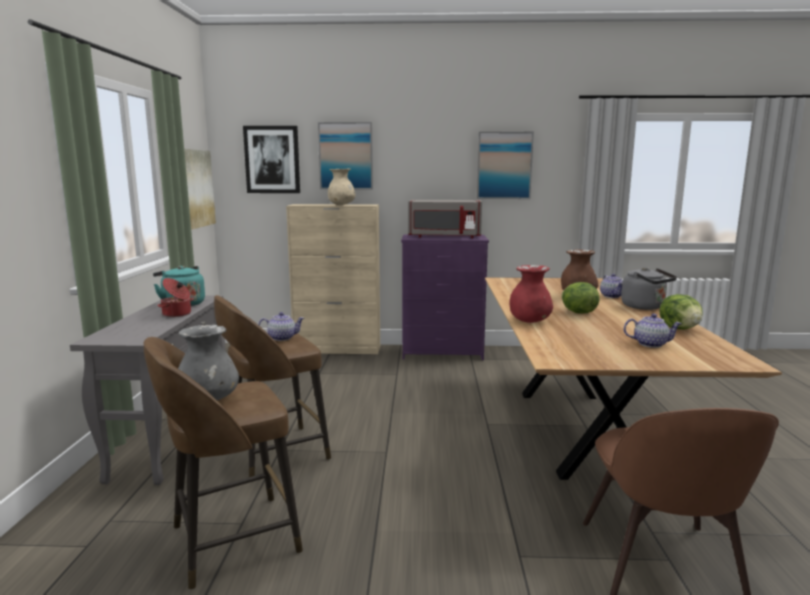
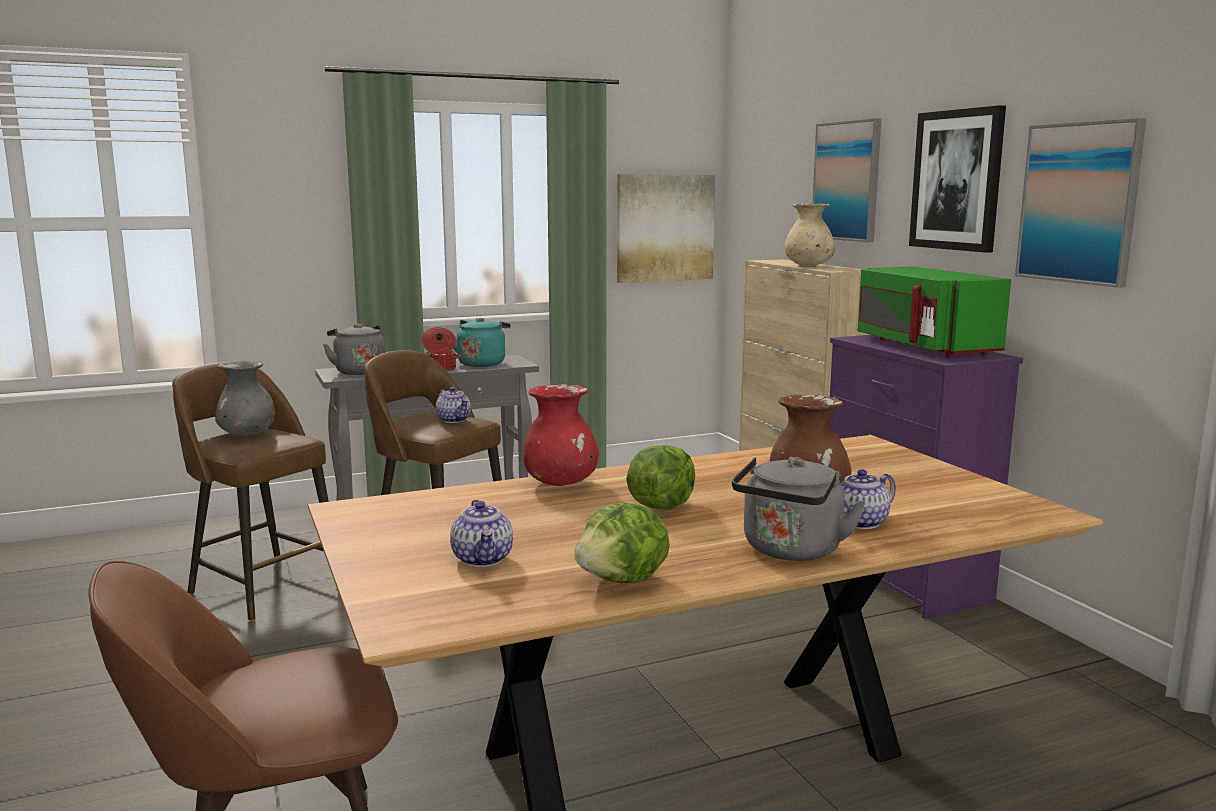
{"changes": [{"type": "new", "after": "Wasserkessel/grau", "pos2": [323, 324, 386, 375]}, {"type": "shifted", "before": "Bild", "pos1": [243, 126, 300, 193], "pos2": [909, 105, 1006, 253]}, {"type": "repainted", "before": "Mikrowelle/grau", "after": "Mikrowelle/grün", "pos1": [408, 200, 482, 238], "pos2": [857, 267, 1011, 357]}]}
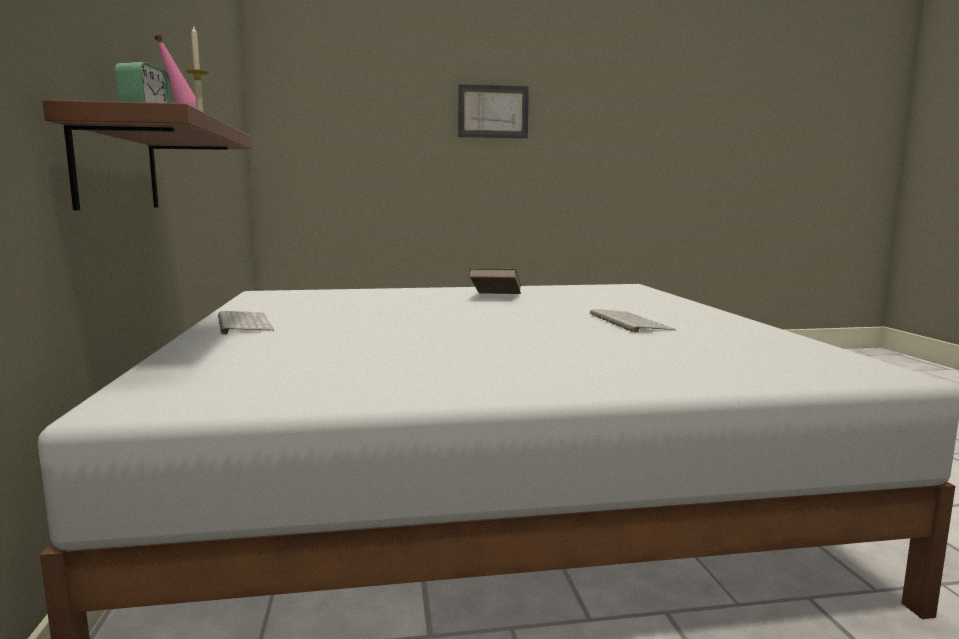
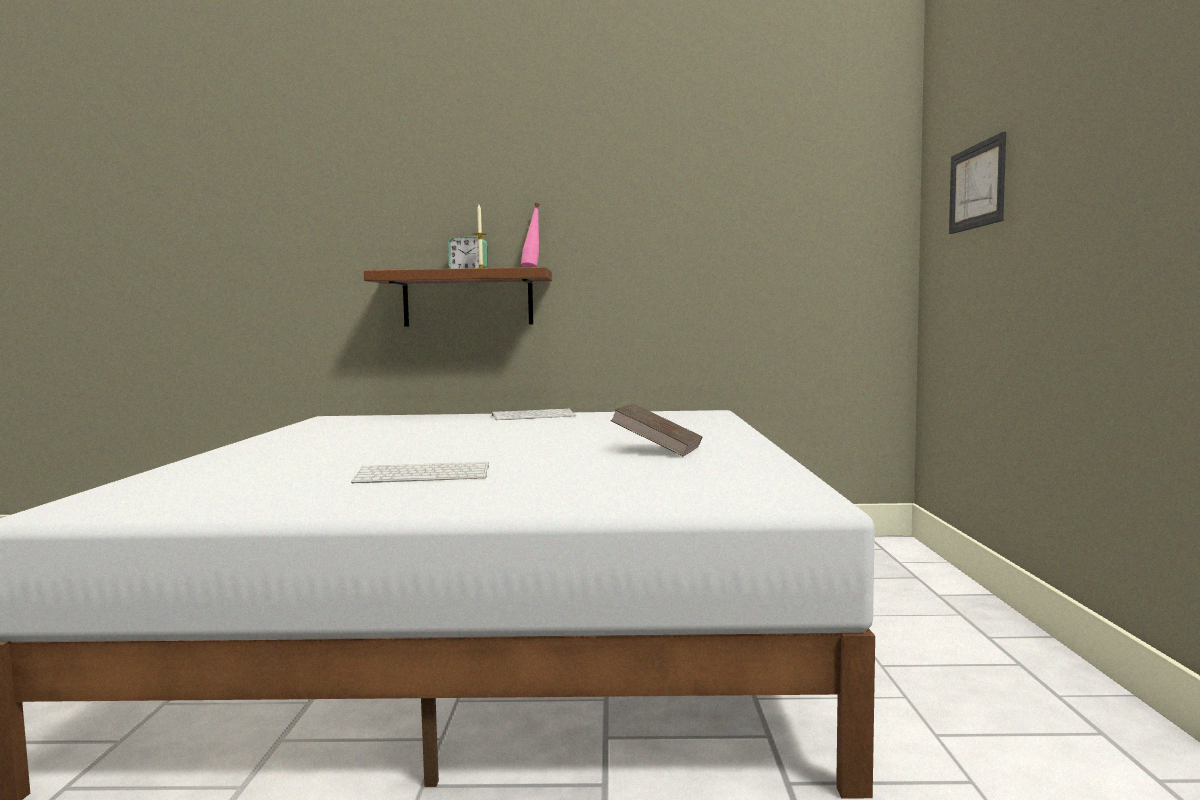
{"changes": [{"type": "shifted", "before": "Bild", "pos1": [458, 84, 529, 138], "pos2": [949, 132, 1006, 234]}]}
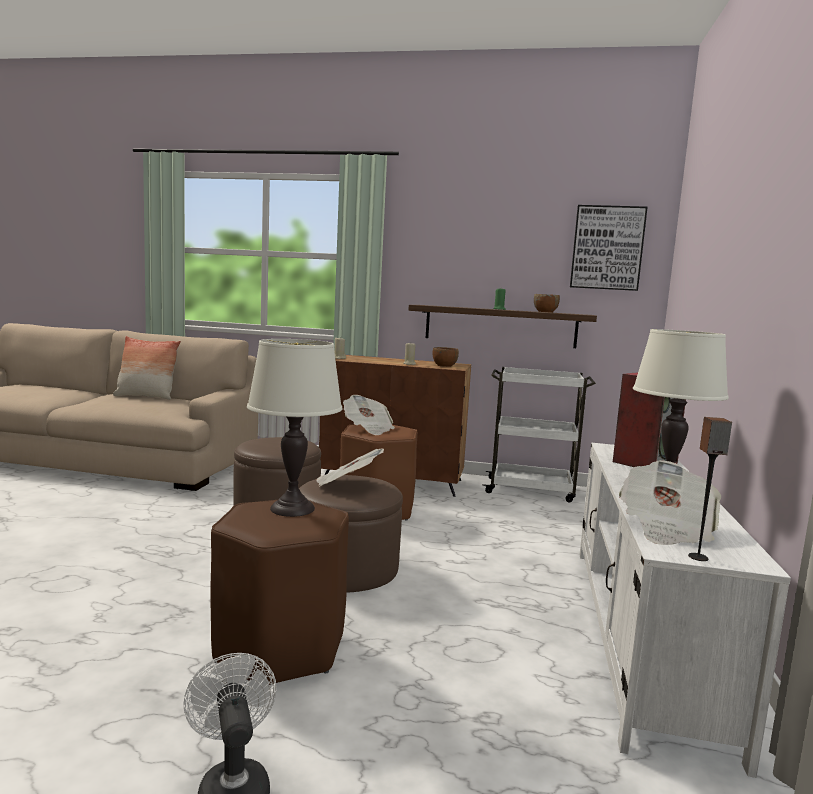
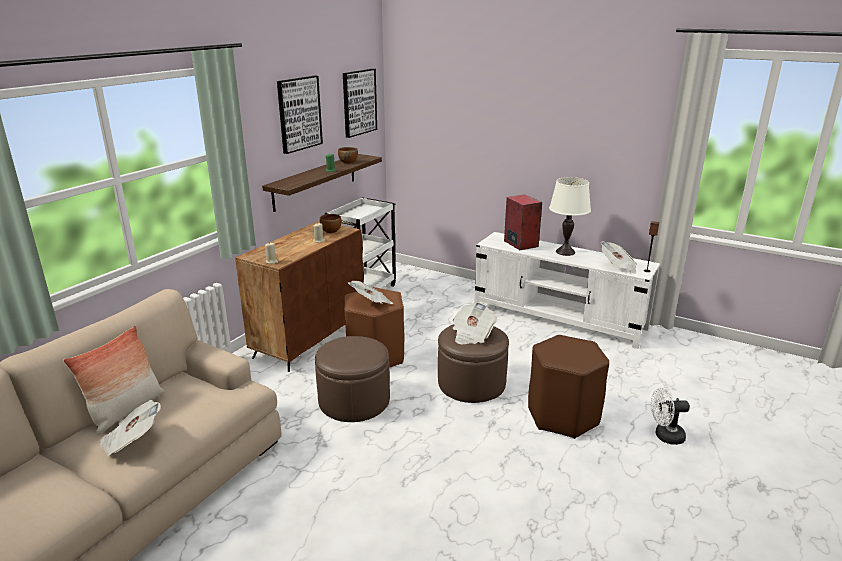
{"changes": [{"type": "gone", "before": "Tischlampe/weiß", "pos1": [247, 339, 343, 517]}, {"type": "new", "after": "Zeitung", "pos2": [100, 400, 161, 457]}, {"type": "new", "after": "Bild", "pos2": [277, 76, 323, 154]}]}
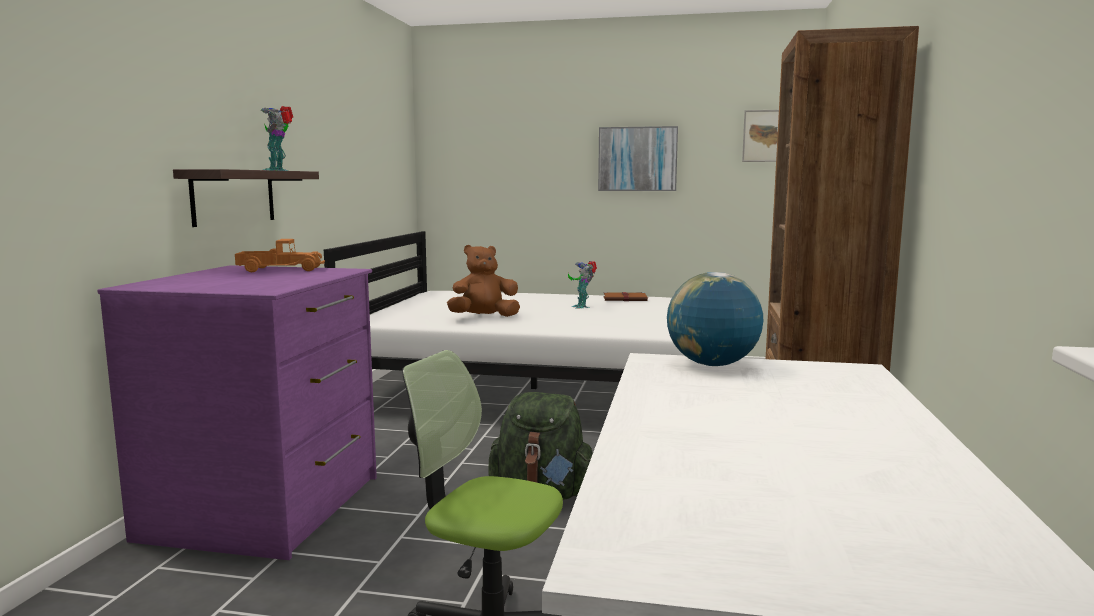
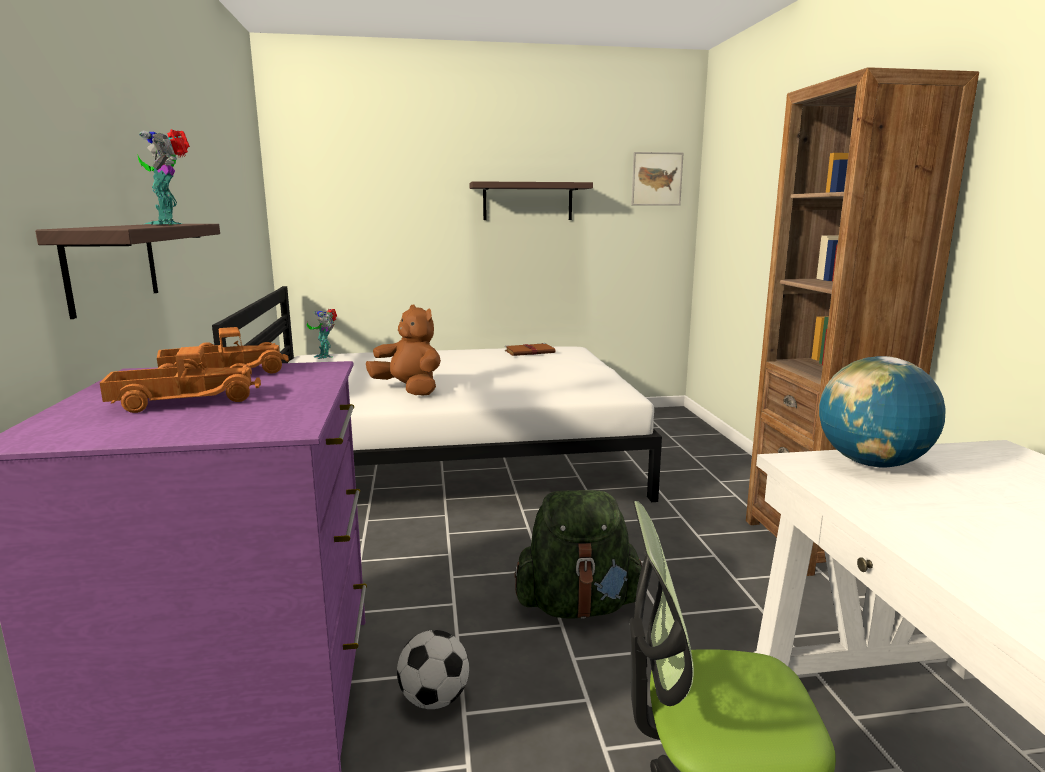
{"changes": [{"type": "new", "after": "Spielzeuglaster", "pos2": [100, 346, 261, 413]}, {"type": "new", "after": "Fußball", "pos2": [397, 630, 469, 709]}, {"type": "shifted", "before": "Spielzeugroboter", "pos1": [568, 261, 597, 309], "pos2": [307, 309, 337, 359]}, {"type": "swapped", "before": "Bild", "after": "Wandregal", "pos1": [598, 126, 678, 191], "pos2": [469, 181, 593, 220]}, {"type": "rotated", "before": "Plüschtier/braun", "pos1": [447, 245, 520, 317], "pos2": [366, 304, 441, 396], "turn": 75}]}
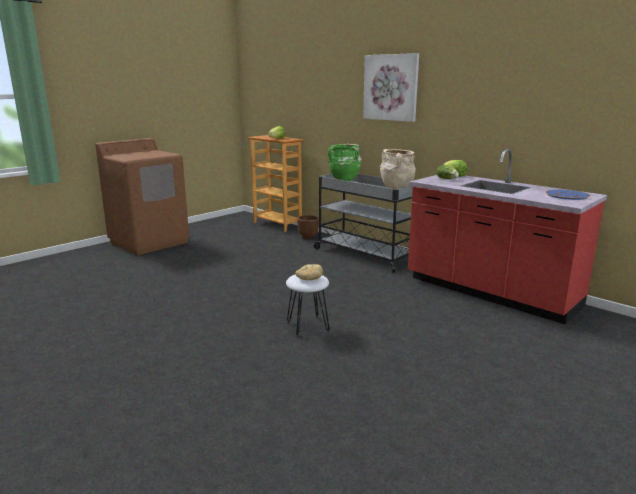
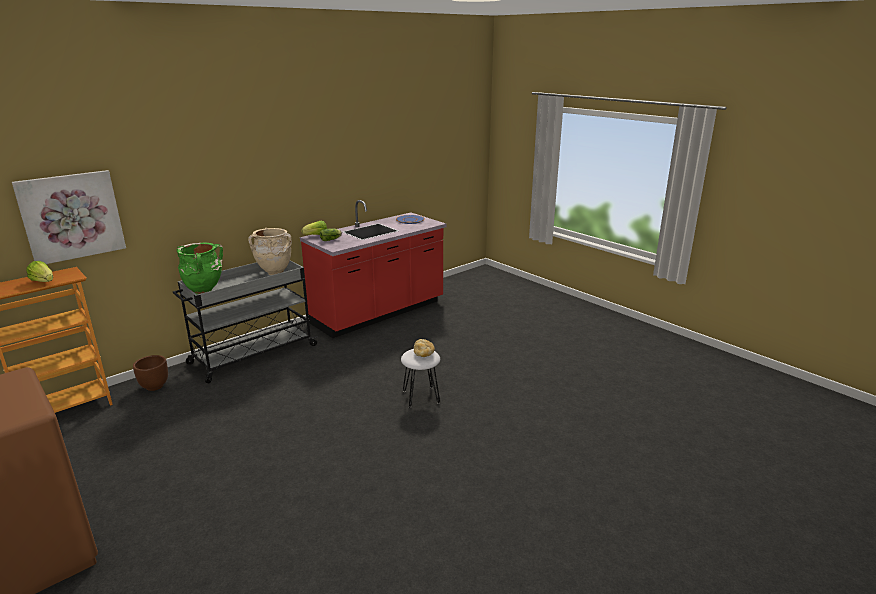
{"changes": [{"type": "shifted", "before": "Bild", "pos1": [363, 53, 419, 122], "pos2": [12, 170, 126, 264]}]}
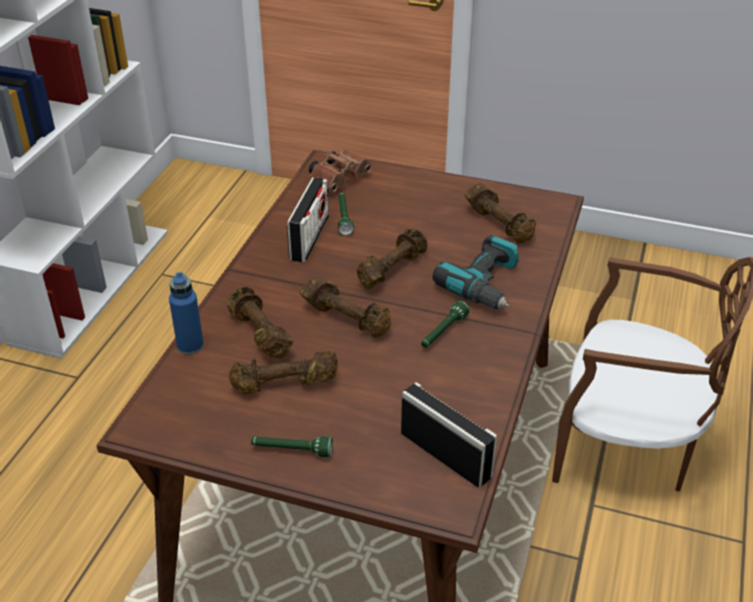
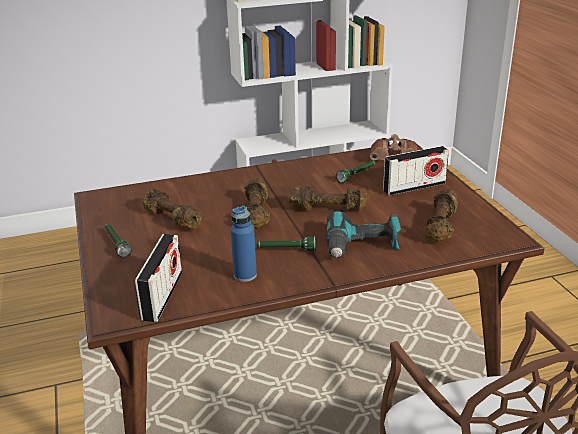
{"changes": [{"type": "gone", "before": "Hantel/braun", "pos1": [226, 287, 293, 358]}, {"type": "shifted", "before": "Flasche/blau", "pos1": [169, 272, 204, 355], "pos2": [230, 206, 257, 282]}, {"type": "shifted", "before": "Radio", "pos1": [287, 177, 329, 262], "pos2": [383, 146, 449, 196]}]}
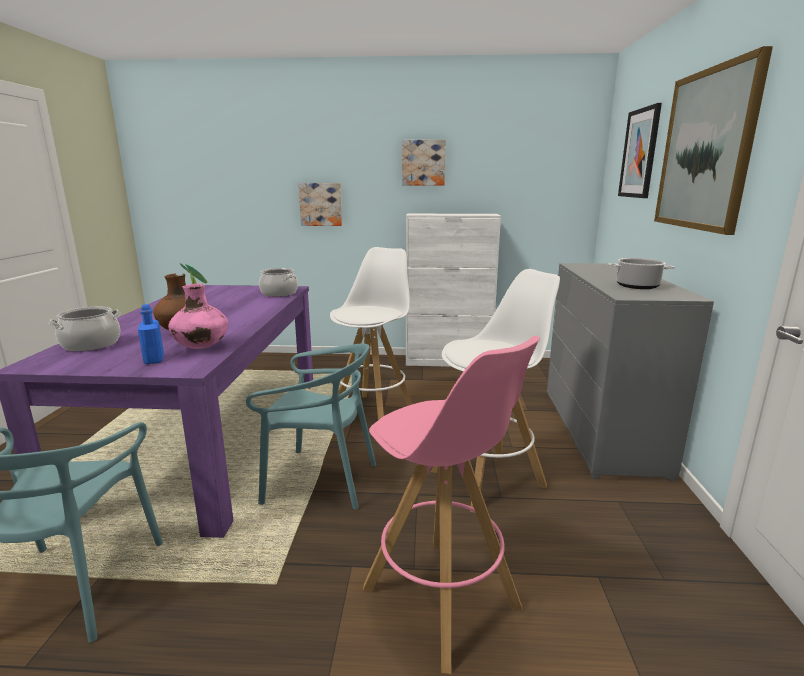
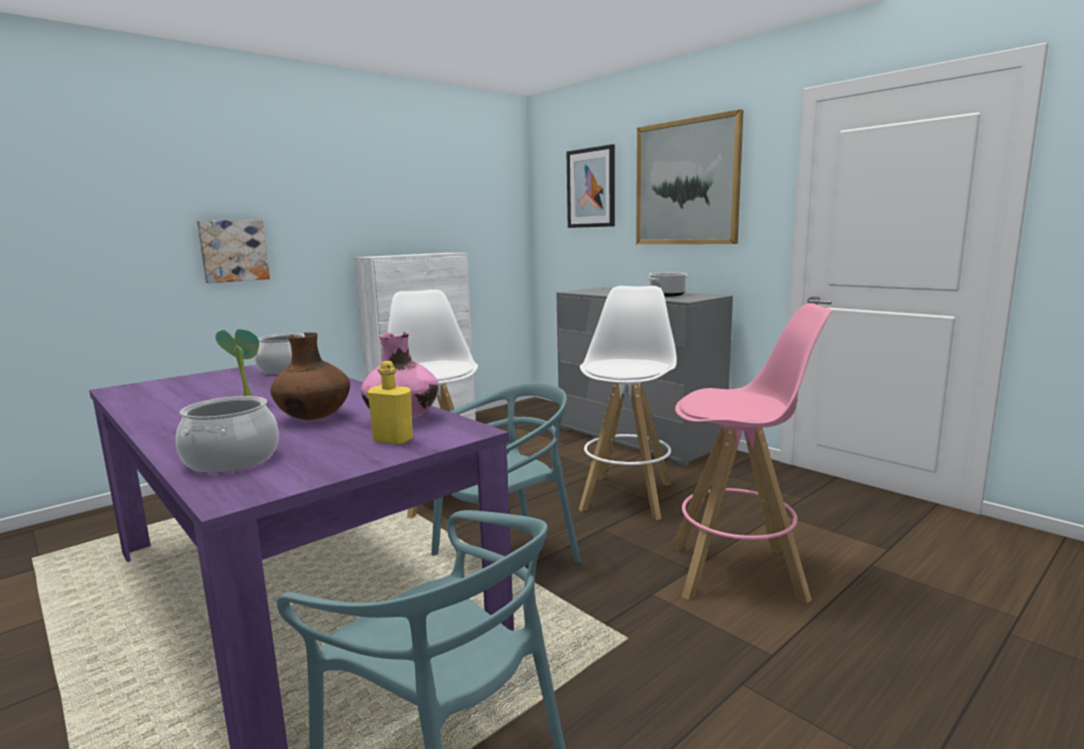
{"changes": [{"type": "gone", "before": "Bild", "pos1": [402, 140, 446, 185]}, {"type": "repainted", "before": "Flasche/blau", "after": "Flasche/gelb", "pos1": [138, 304, 164, 364], "pos2": [368, 361, 413, 445]}]}
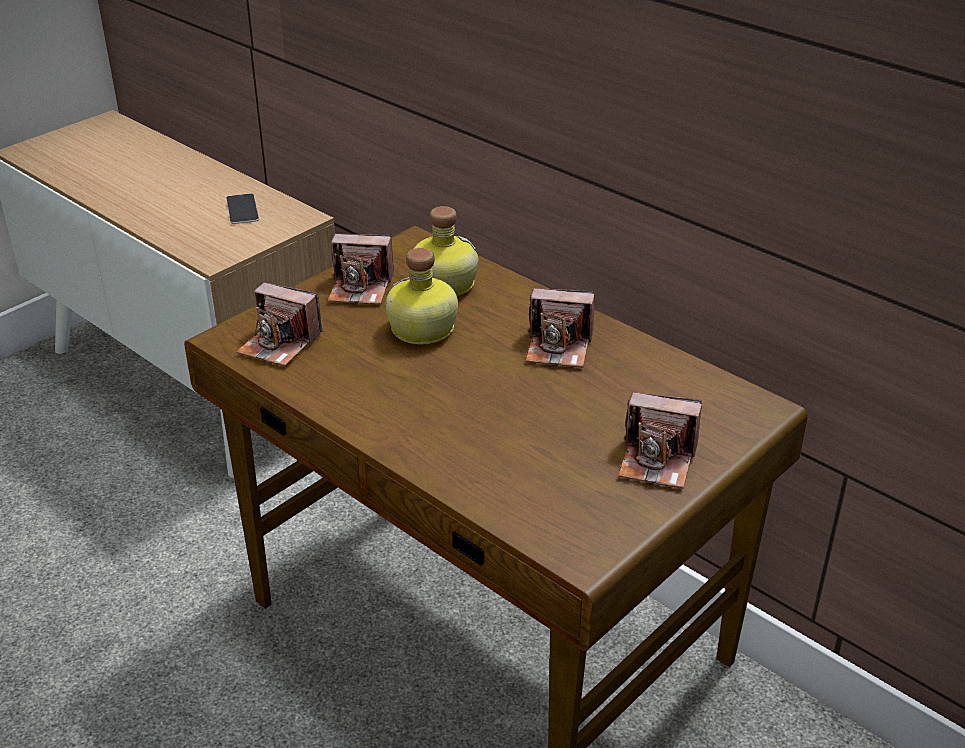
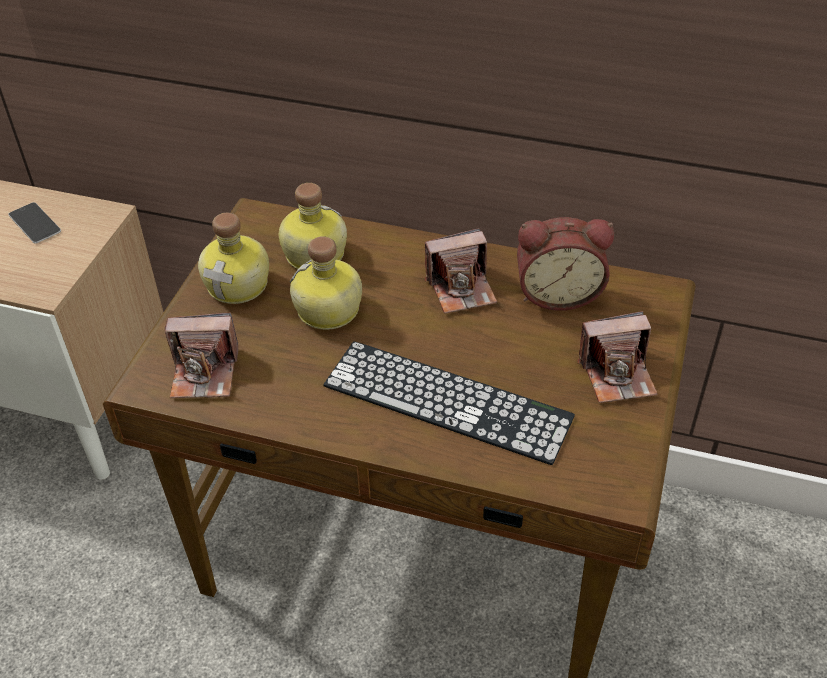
{"changes": [{"type": "new", "after": "Tastatur", "pos2": [323, 341, 575, 465]}, {"type": "new", "after": "Wecker", "pos2": [517, 217, 614, 311]}, {"type": "swapped", "before": "Kamera", "after": "Flasche", "pos1": [328, 234, 394, 305], "pos2": [198, 212, 269, 304]}]}
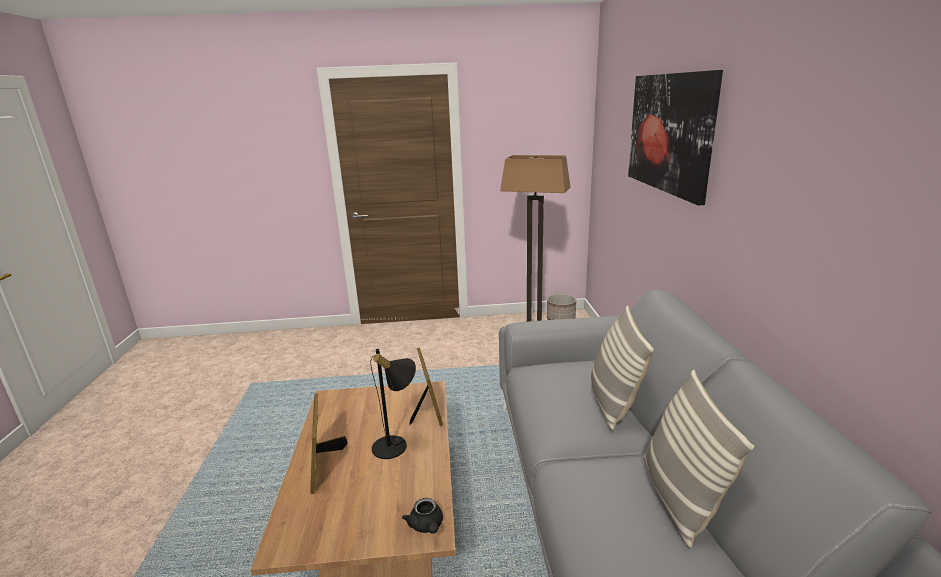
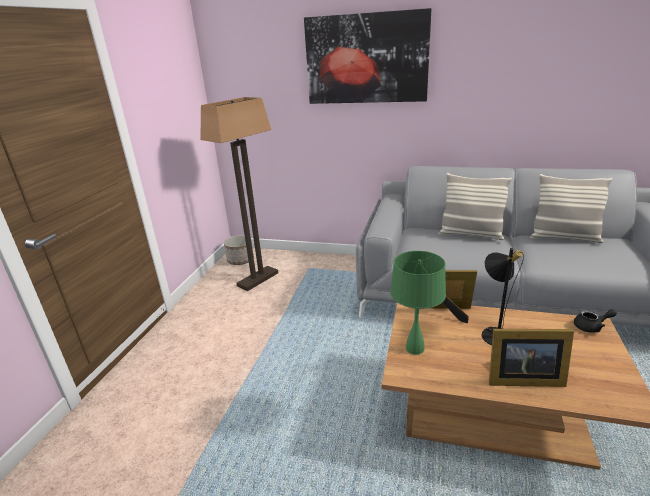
{"changes": [{"type": "new", "after": "Tischlampe/grün", "pos2": [390, 251, 446, 355]}]}
